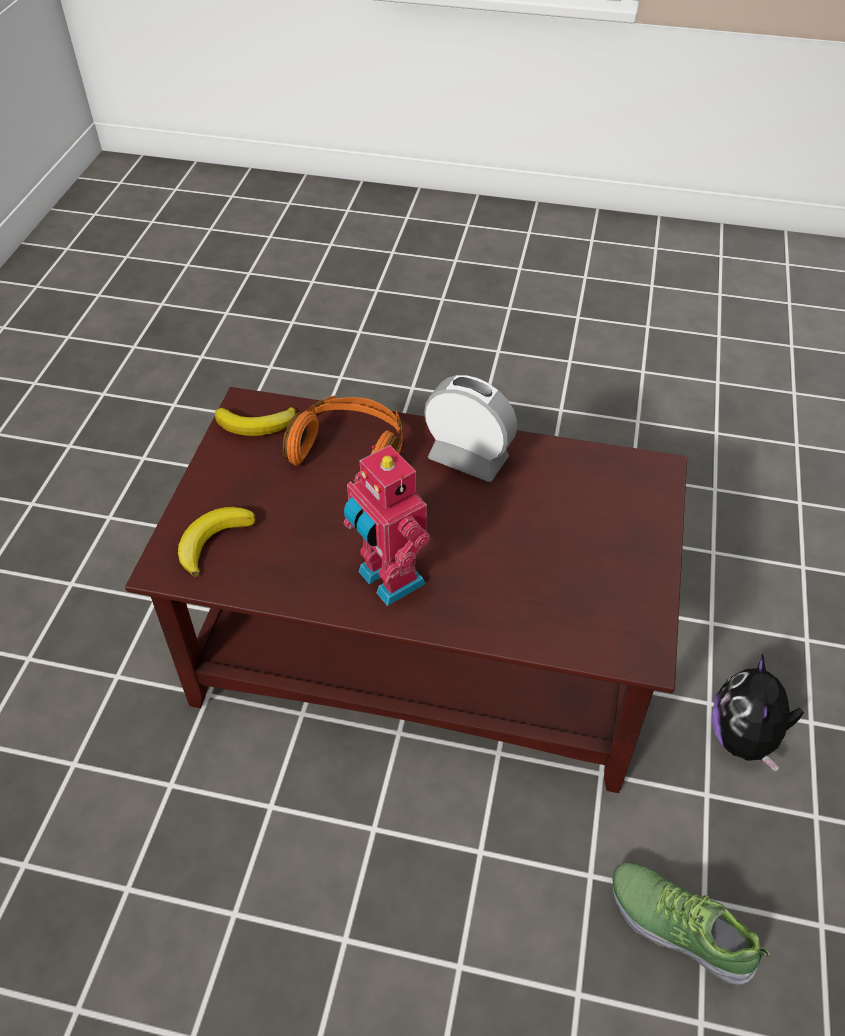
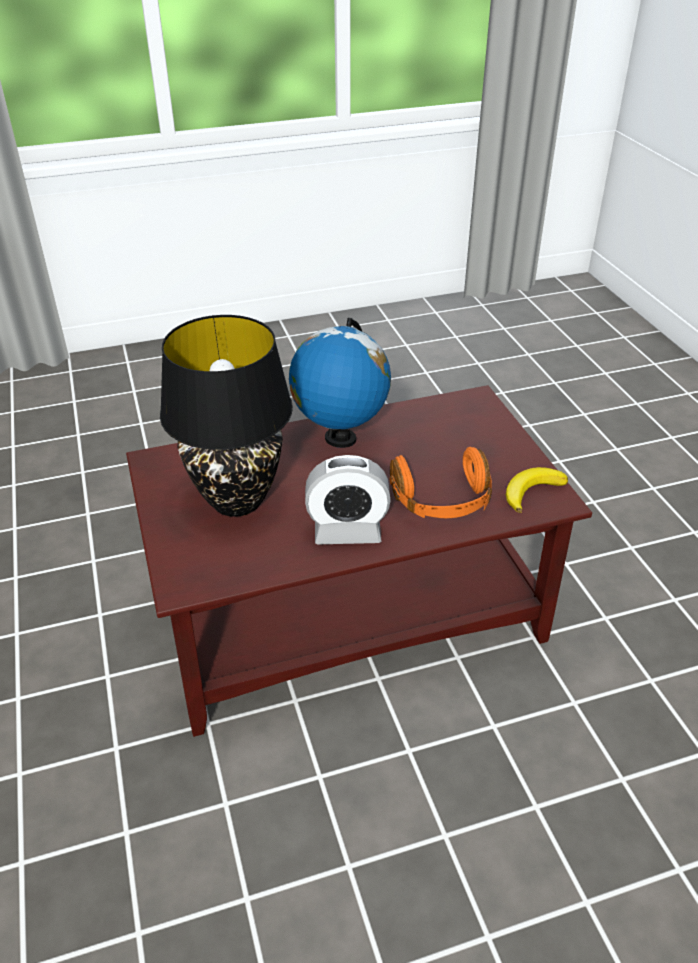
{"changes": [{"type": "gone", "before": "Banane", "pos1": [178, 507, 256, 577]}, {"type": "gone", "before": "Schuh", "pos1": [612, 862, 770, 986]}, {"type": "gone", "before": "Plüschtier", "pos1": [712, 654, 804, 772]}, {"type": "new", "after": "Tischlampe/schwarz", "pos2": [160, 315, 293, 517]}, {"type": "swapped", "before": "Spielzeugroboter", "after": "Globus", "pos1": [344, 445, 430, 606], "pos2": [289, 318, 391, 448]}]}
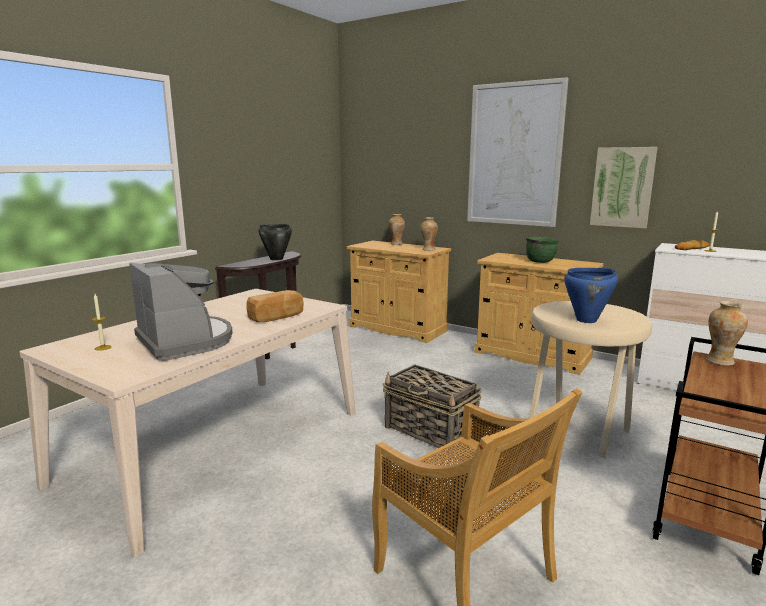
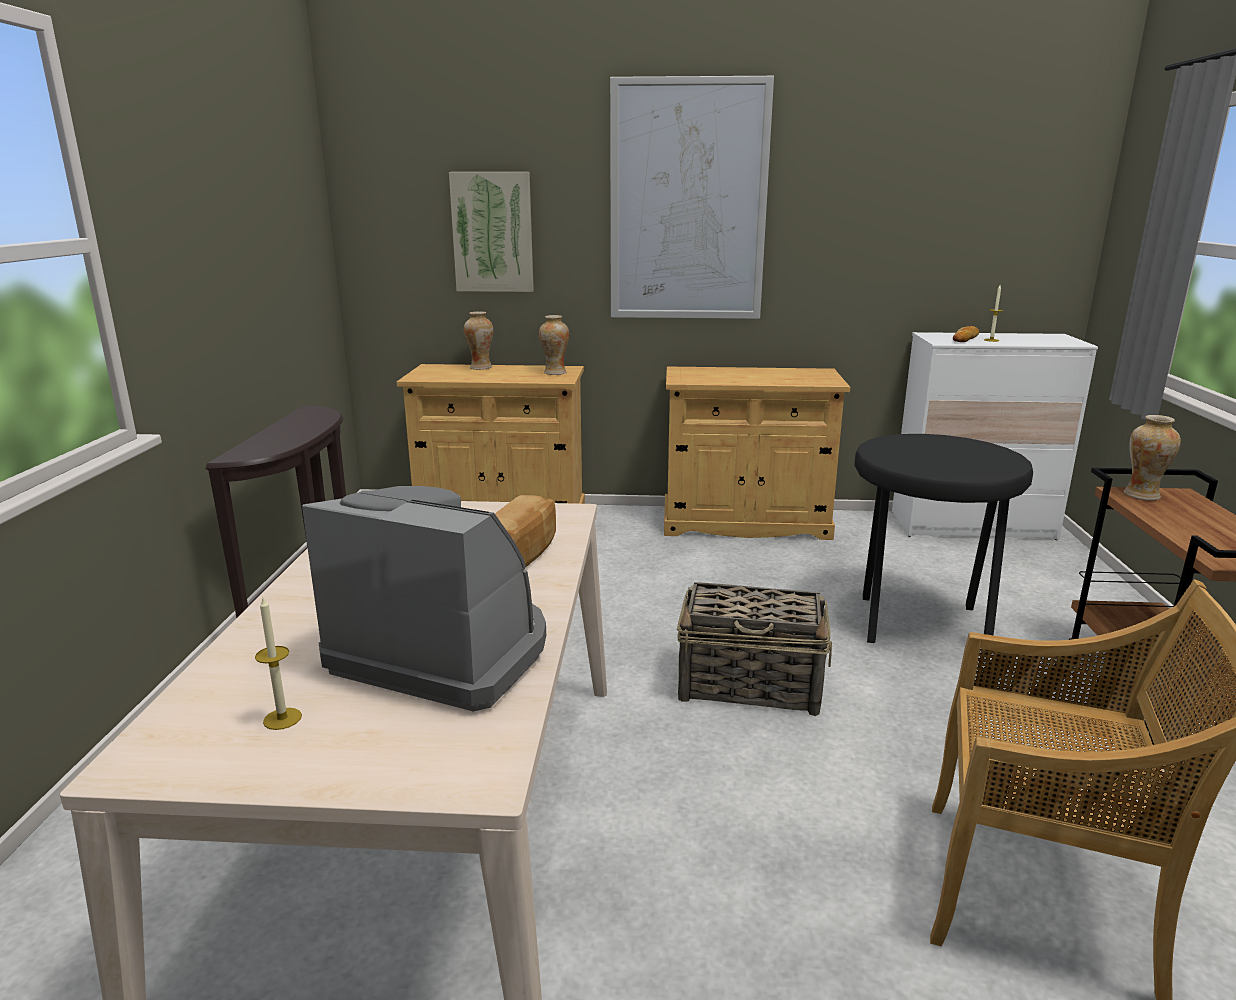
{"changes": [{"type": "gone", "before": "Kochtopf/schwarz", "pos1": [258, 224, 292, 260]}, {"type": "gone", "before": "Kochtopf/grün", "pos1": [526, 237, 559, 263]}, {"type": "gone", "before": "Kochtopf/blau", "pos1": [564, 268, 618, 323]}, {"type": "shifted", "before": "Bild", "pos1": [590, 147, 658, 229], "pos2": [449, 172, 534, 292]}, {"type": "repainted", "before": "Hocker/beige", "after": "Hocker/schwarz", "pos1": [529, 301, 653, 458], "pos2": [854, 434, 1033, 654]}]}
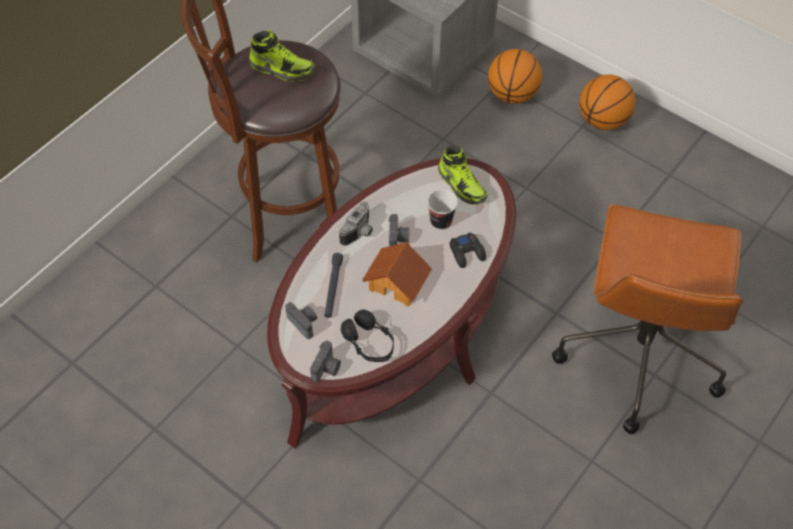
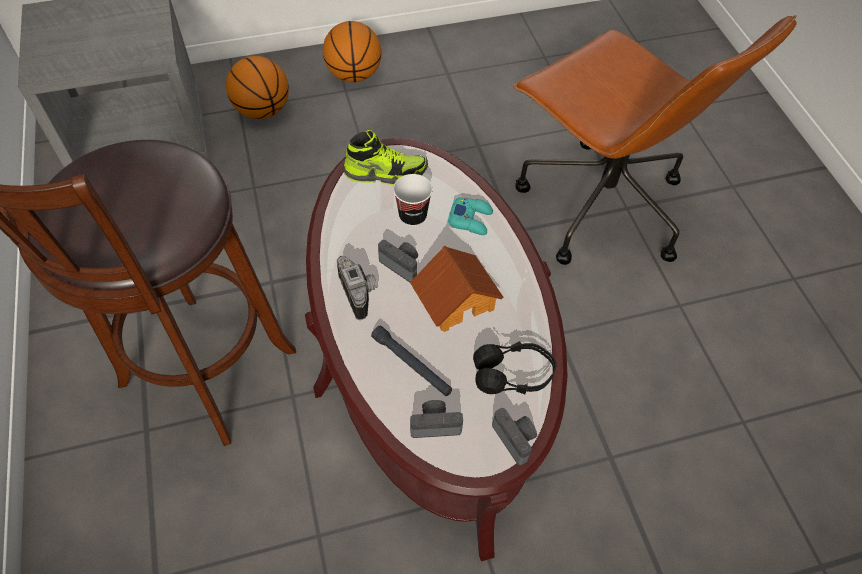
{"changes": [{"type": "gone", "before": "Schuh", "pos1": [249, 30, 315, 82]}, {"type": "repainted", "before": "Gamepad/schwarz", "after": "Gamepad/türkis", "pos1": [450, 232, 486, 268], "pos2": [448, 198, 493, 235]}]}
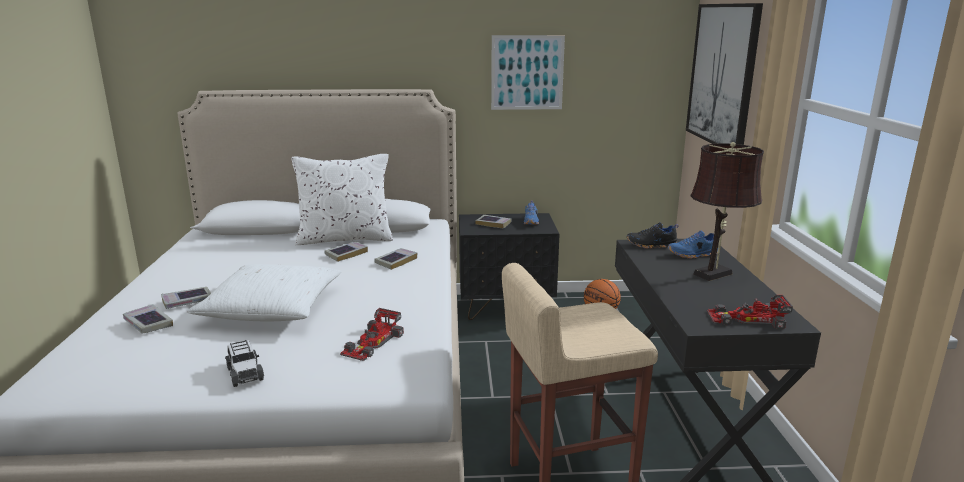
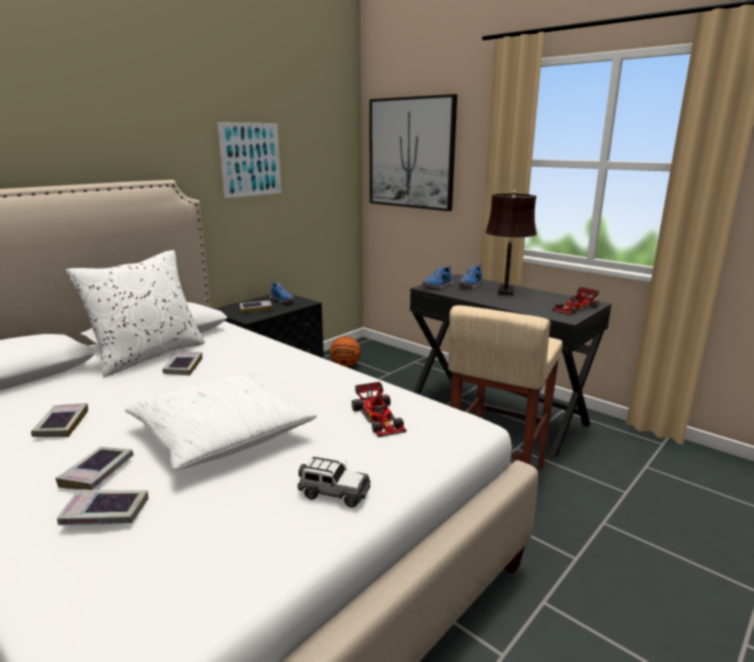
{"changes": [{"type": "shifted", "before": "Buch", "pos1": [375, 248, 417, 270], "pos2": [31, 403, 88, 437]}, {"type": "repainted", "before": "Schuh/schwarz", "after": "Schuh/blau", "pos1": [627, 222, 678, 249], "pos2": [423, 266, 452, 288]}]}
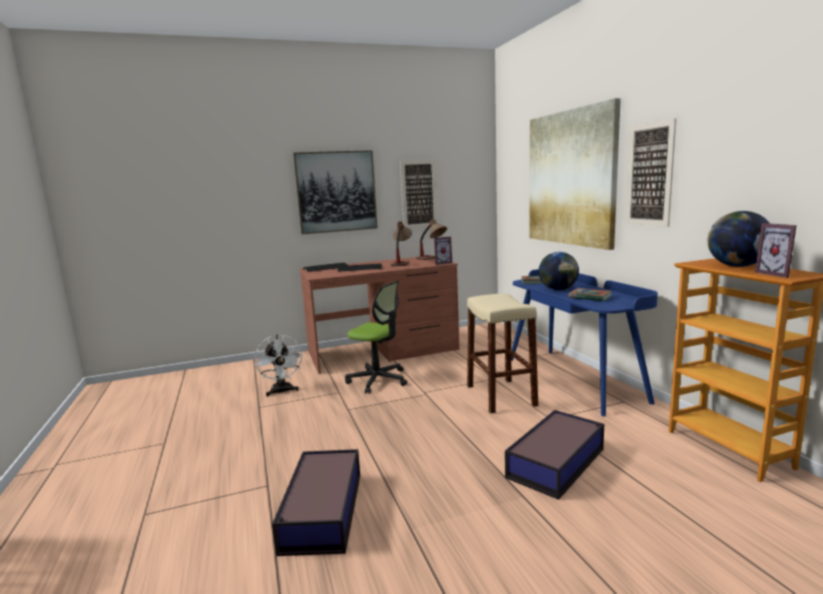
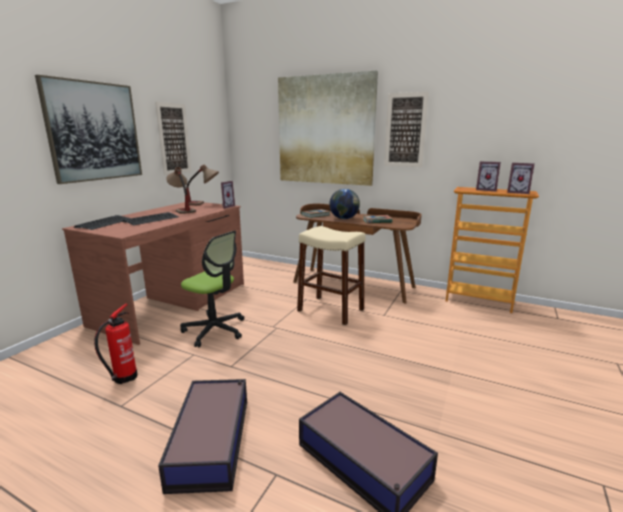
{"changes": [{"type": "shifted", "before": "Aufbewahrungsbox", "pos1": [505, 410, 604, 500], "pos2": [158, 379, 247, 494]}, {"type": "swapped", "before": "Ventilator/weiß", "after": "Feuerlöscher", "pos1": [254, 334, 303, 396], "pos2": [94, 304, 138, 384]}, {"type": "swapped", "before": "Globus", "after": "Bilderrahmen", "pos1": [708, 211, 770, 267], "pos2": [476, 161, 501, 191]}, {"type": "repainted", "before": "Schreibtisch/blau", "after": "Schreibtisch/braun", "pos1": [511, 269, 658, 417], "pos2": [293, 204, 422, 304]}, {"type": "rotated", "before": "Bürostuhl", "pos1": [345, 281, 407, 394], "pos2": [180, 231, 244, 347], "turn": 45}]}
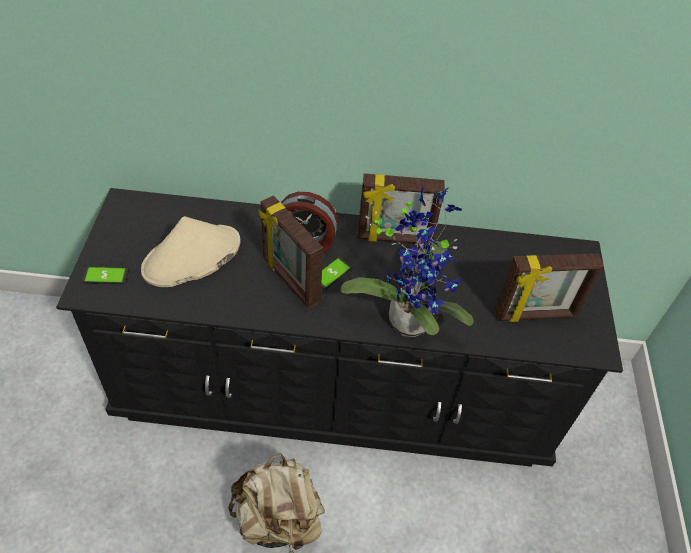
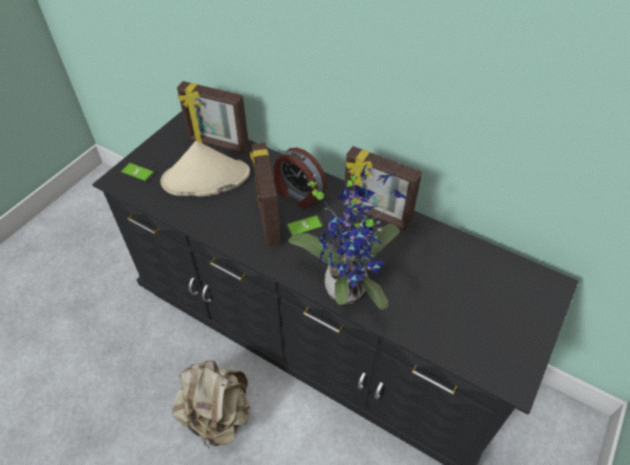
{"changes": [{"type": "shifted", "before": "Bilderrahmen", "pos1": [494, 253, 604, 322], "pos2": [177, 81, 249, 154]}]}
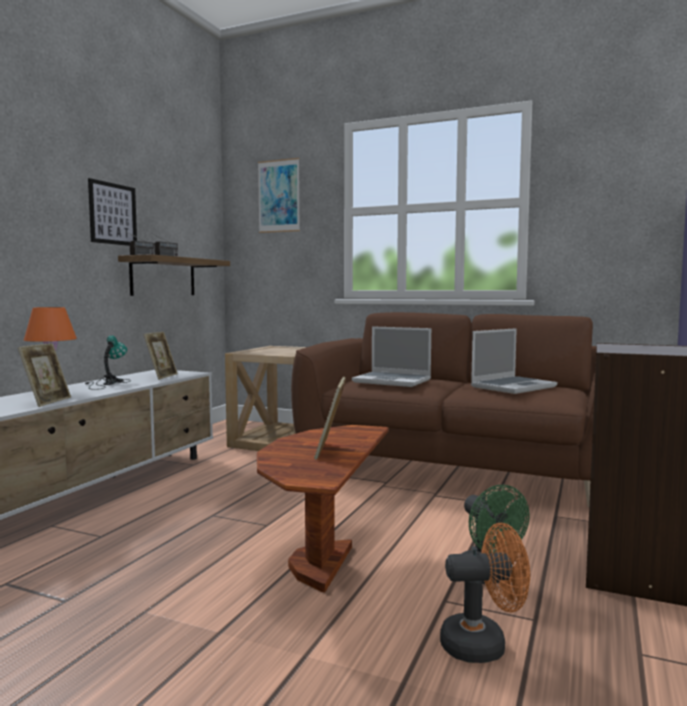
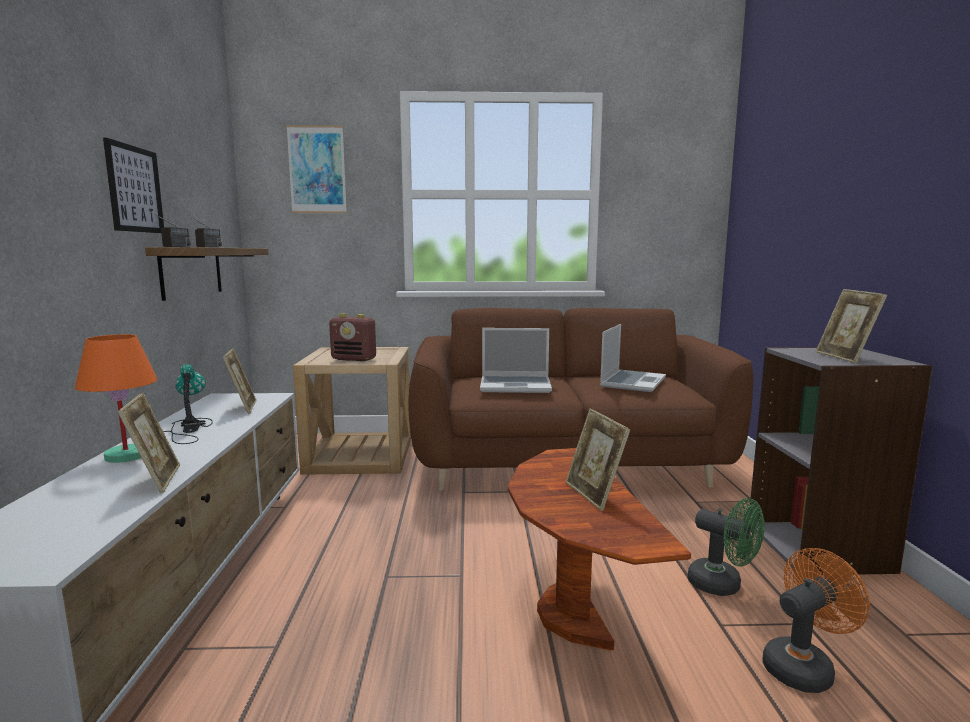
{"changes": [{"type": "new", "after": "Radio", "pos2": [329, 313, 376, 361]}, {"type": "new", "after": "Bilderrahmen", "pos2": [816, 289, 887, 363]}]}
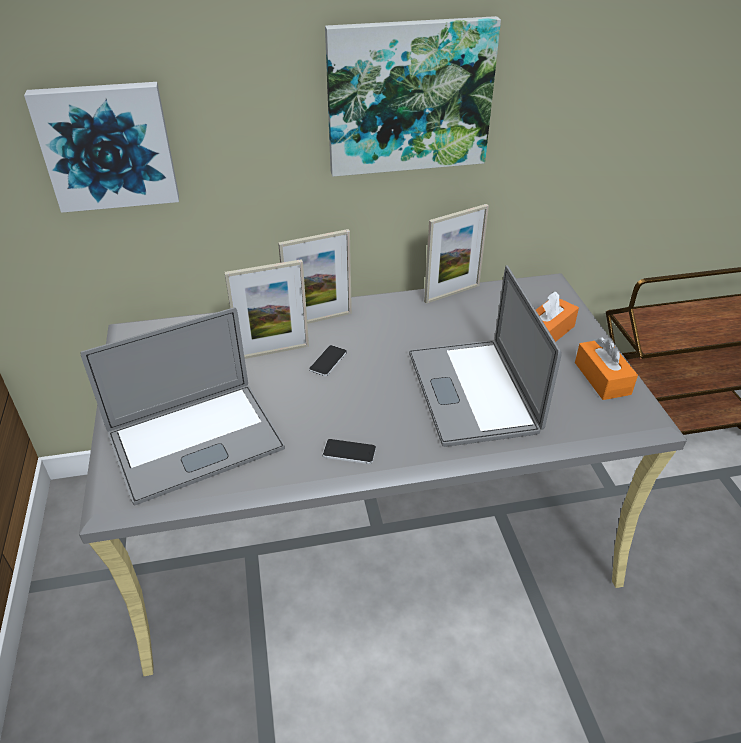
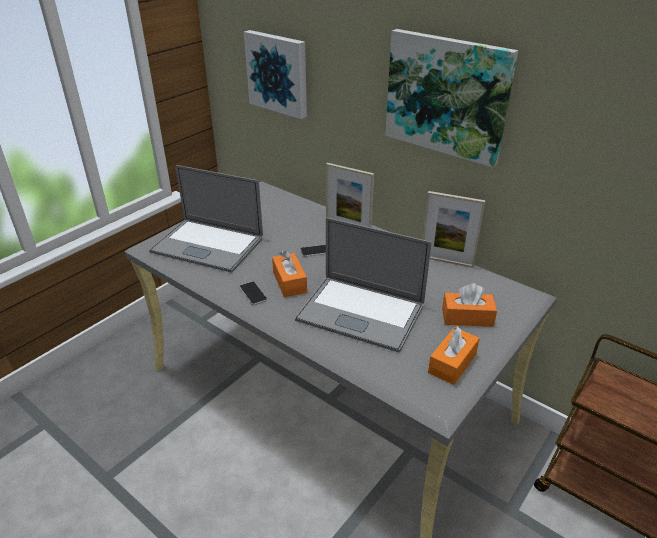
{"changes": [{"type": "gone", "before": "Bilderrahmen", "pos1": [224, 259, 309, 359]}, {"type": "new", "after": "Taschentuchbox/orange", "pos2": [272, 250, 307, 297]}, {"type": "rotated", "before": "Laptop", "pos1": [409, 266, 562, 447], "pos2": [295, 218, 431, 352], "turn": -105}]}
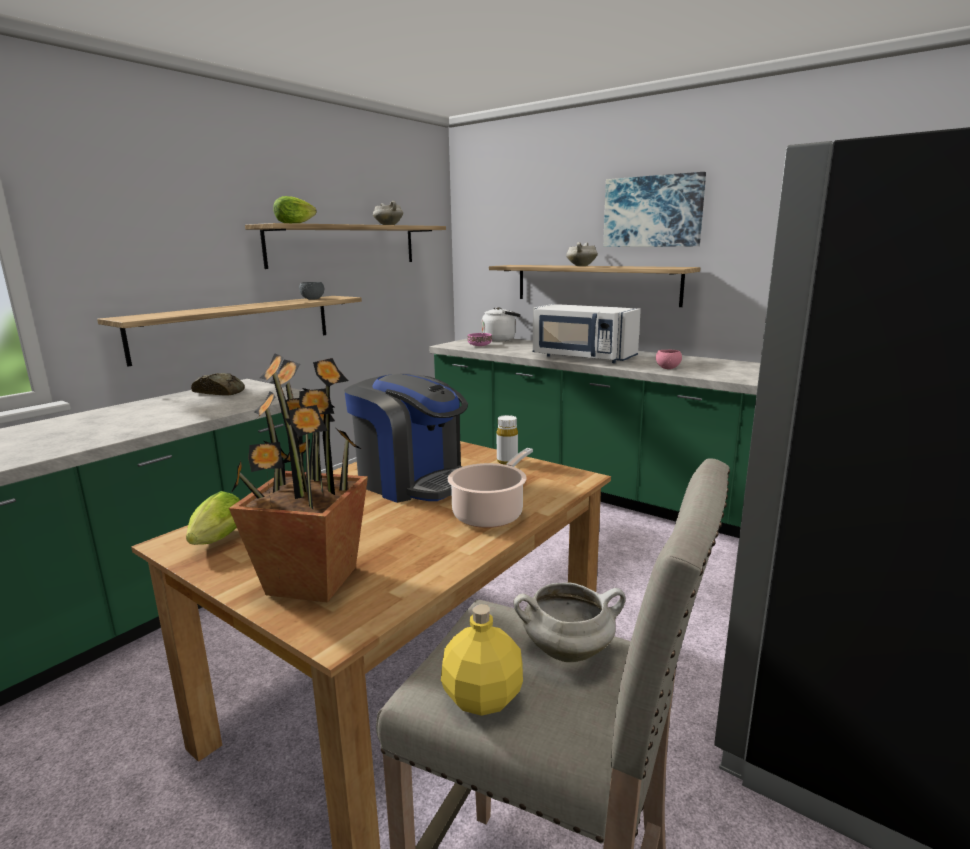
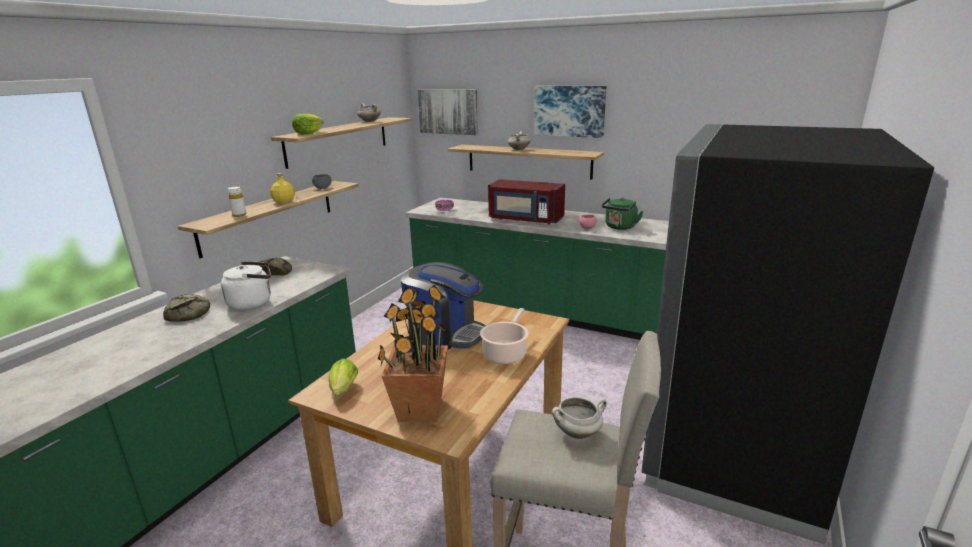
{"changes": [{"type": "new", "after": "Brot", "pos2": [163, 294, 210, 322]}, {"type": "new", "after": "Bild", "pos2": [417, 89, 478, 135]}, {"type": "new", "after": "Wasserkessel/grün", "pos2": [602, 198, 644, 230]}, {"type": "shifted", "before": "Flasche/gelb", "pos1": [441, 604, 523, 716], "pos2": [270, 173, 295, 203]}, {"type": "shifted", "before": "Wasserkessel/weiß", "pos1": [482, 307, 521, 342], "pos2": [221, 261, 271, 310]}, {"type": "shifted", "before": "Flasche/weiß", "pos1": [497, 415, 518, 465], "pos2": [228, 186, 246, 217]}, {"type": "repainted", "before": "Mikrowelle/weiß", "after": "Mikrowelle/rot", "pos1": [533, 304, 641, 363], "pos2": [488, 179, 565, 225]}]}
